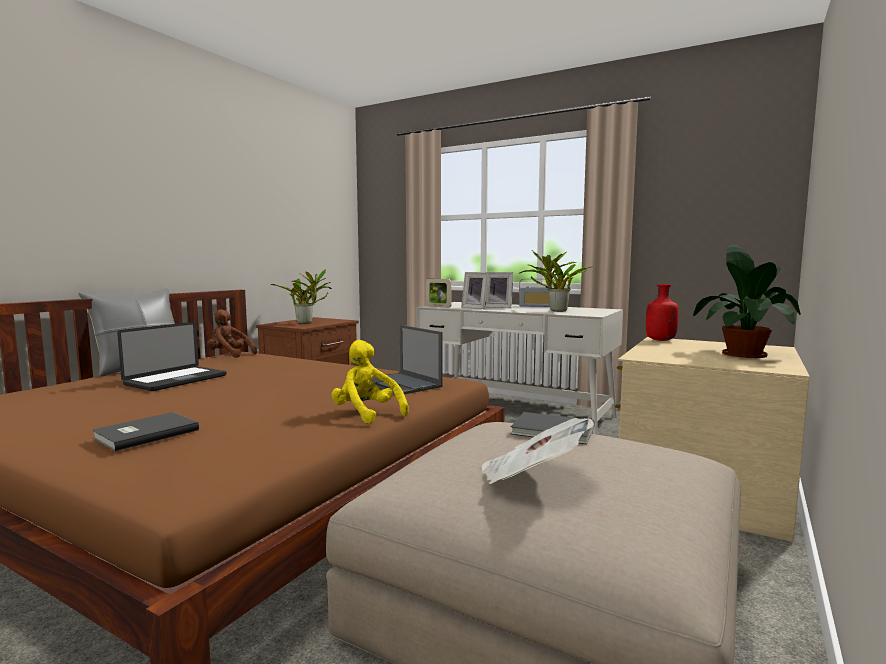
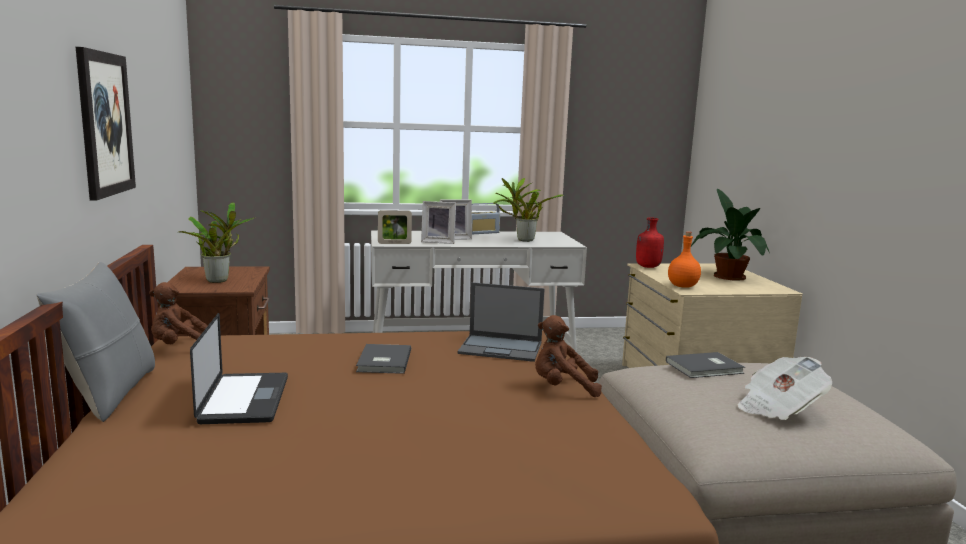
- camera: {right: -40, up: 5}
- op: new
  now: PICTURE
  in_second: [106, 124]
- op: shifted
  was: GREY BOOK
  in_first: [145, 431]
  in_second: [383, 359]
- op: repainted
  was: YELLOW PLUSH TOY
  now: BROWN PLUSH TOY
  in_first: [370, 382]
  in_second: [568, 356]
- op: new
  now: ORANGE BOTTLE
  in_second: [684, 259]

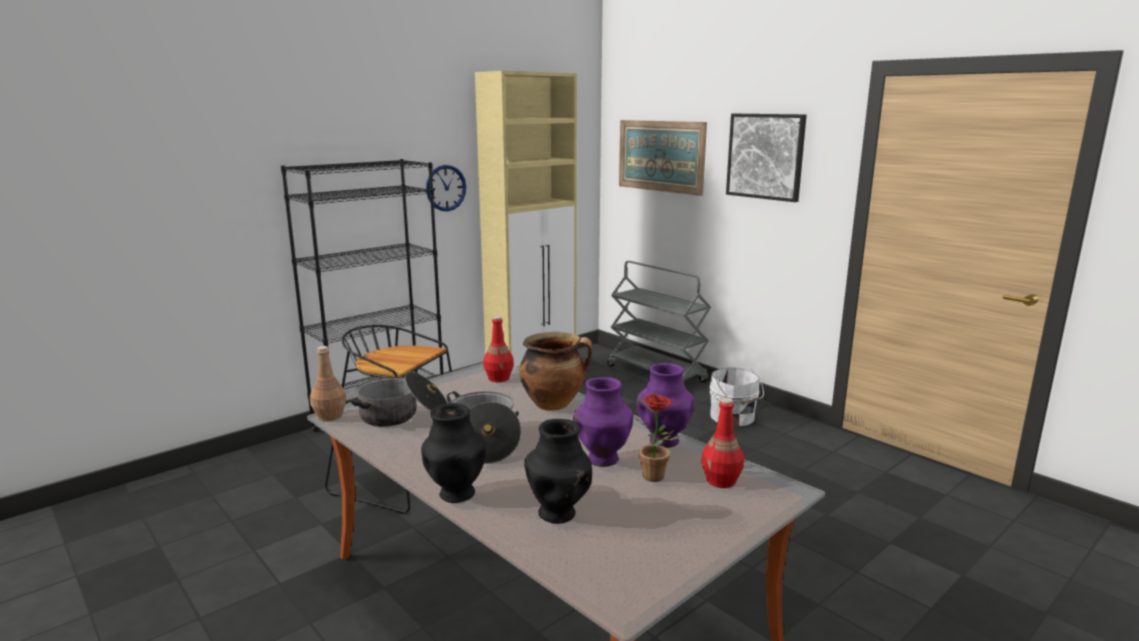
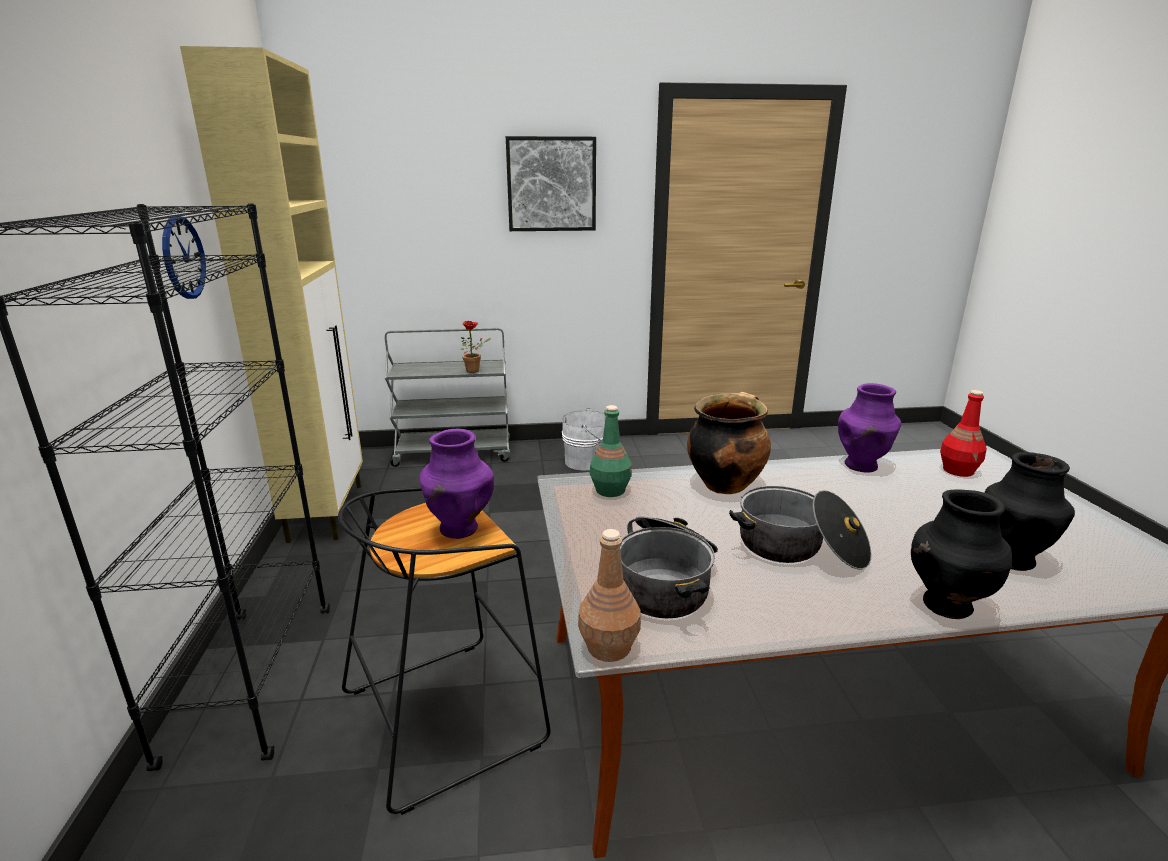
- camera: {right: -55, up: 5}
- op: shifted
  was: PURPLE VASE
  in_first: [603, 422]
  in_second: [457, 484]
- op: shifted
  was: POTTED PLANT
  in_first: [657, 438]
  in_second: [476, 347]
- op: repainted
  was: RED BOTTLE
  now: GREEN BOTTLE
  in_first: [498, 349]
  in_second: [611, 451]
- op: gone
  was: PICTURE
  in_first: [663, 158]

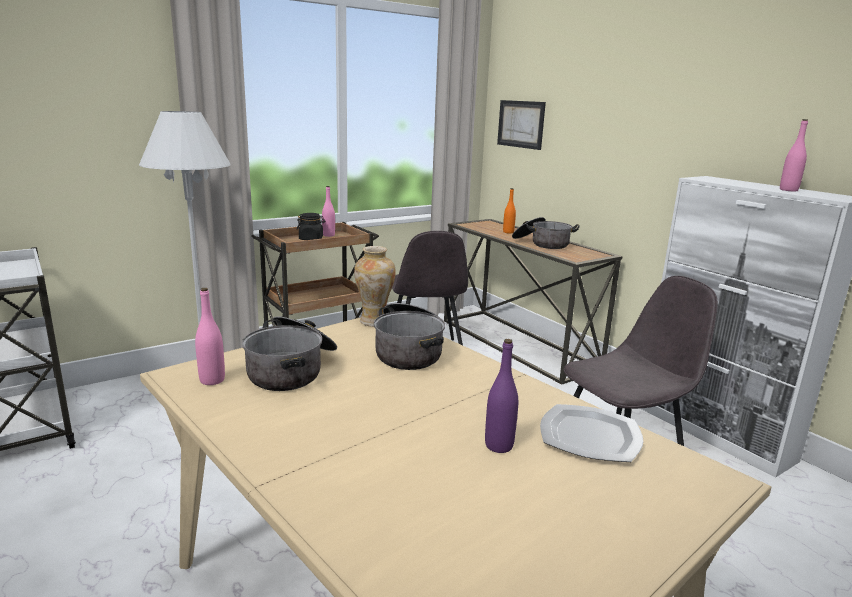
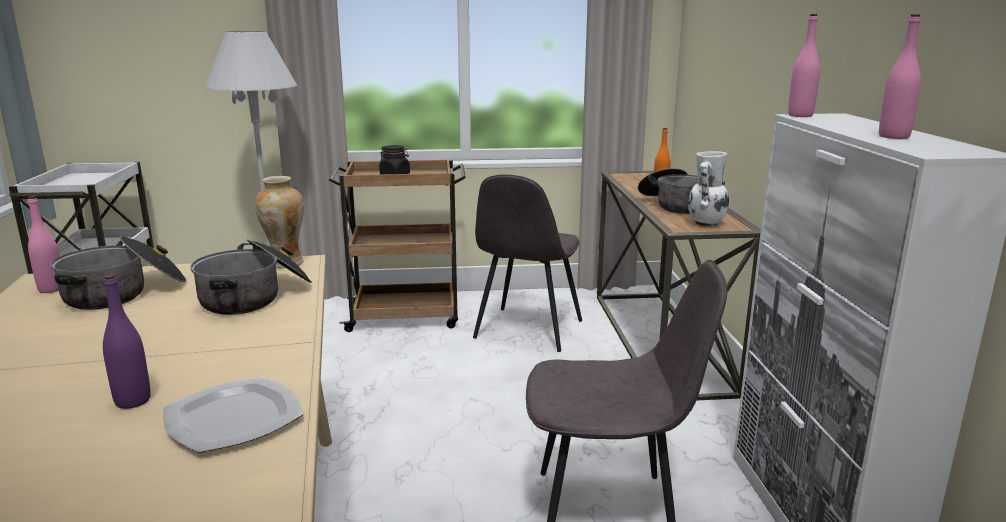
- camera: {right: 30, up: 0}
- op: new
  now: WHITE VASE
  in_second: [708, 189]
- op: shifted
  was: PINK BOTTLE
  in_first: [328, 211]
  in_second: [804, 65]
- op: gone
  was: PICTURE
  in_first: [521, 125]

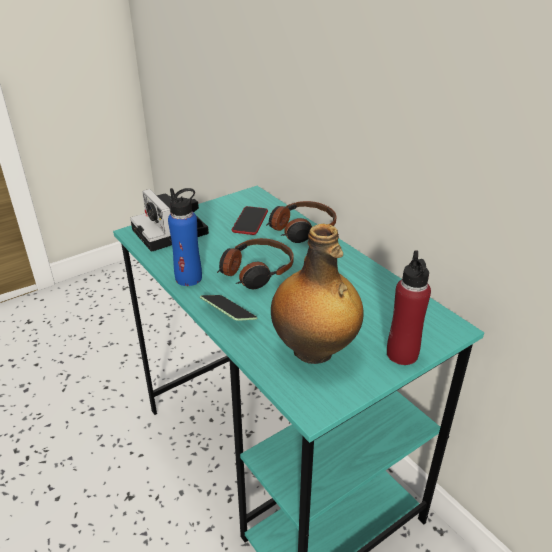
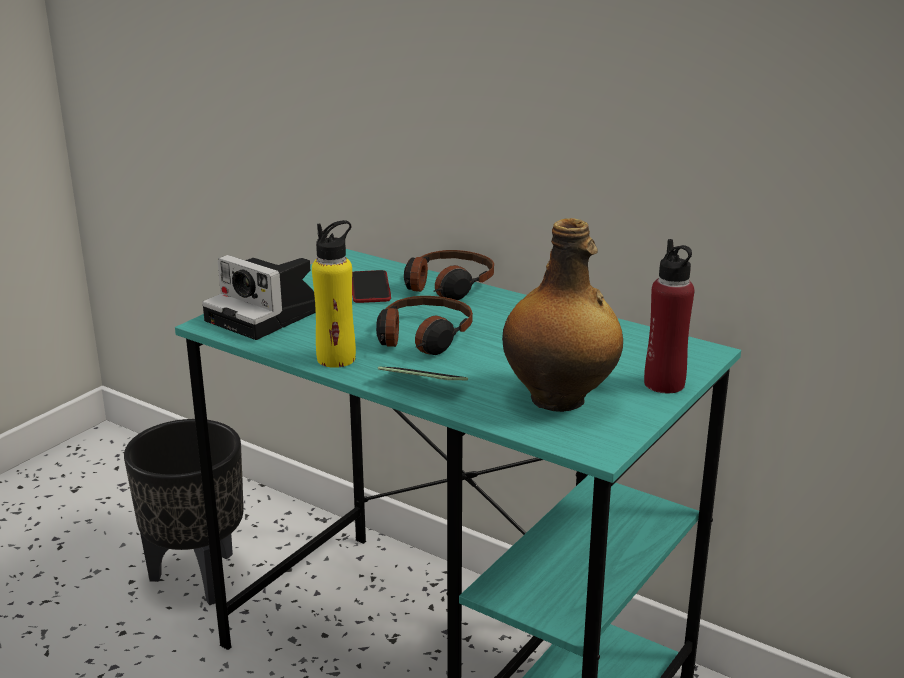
- camera: {right: -20, up: -10}
- op: new
  now: BLACK PLANTER
  in_second: [184, 512]
- op: repainted
  was: BLUE BOTTLE
  now: YELLOW BOTTLE
  in_first: [185, 237]
  in_second: [334, 294]

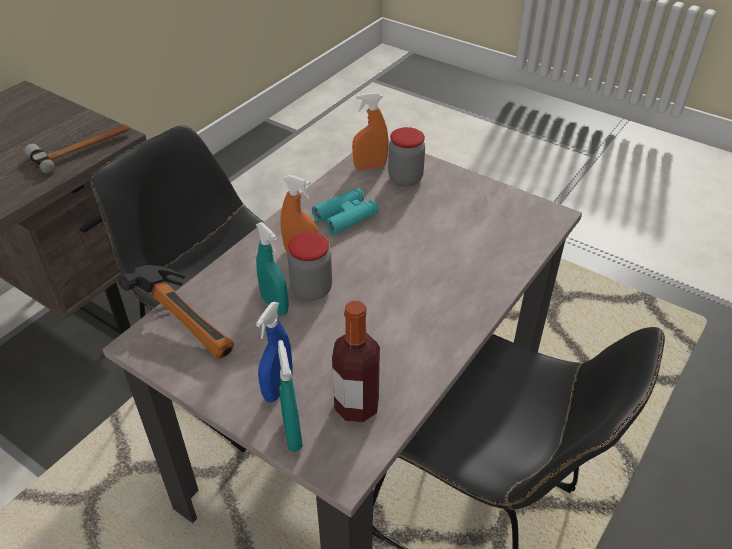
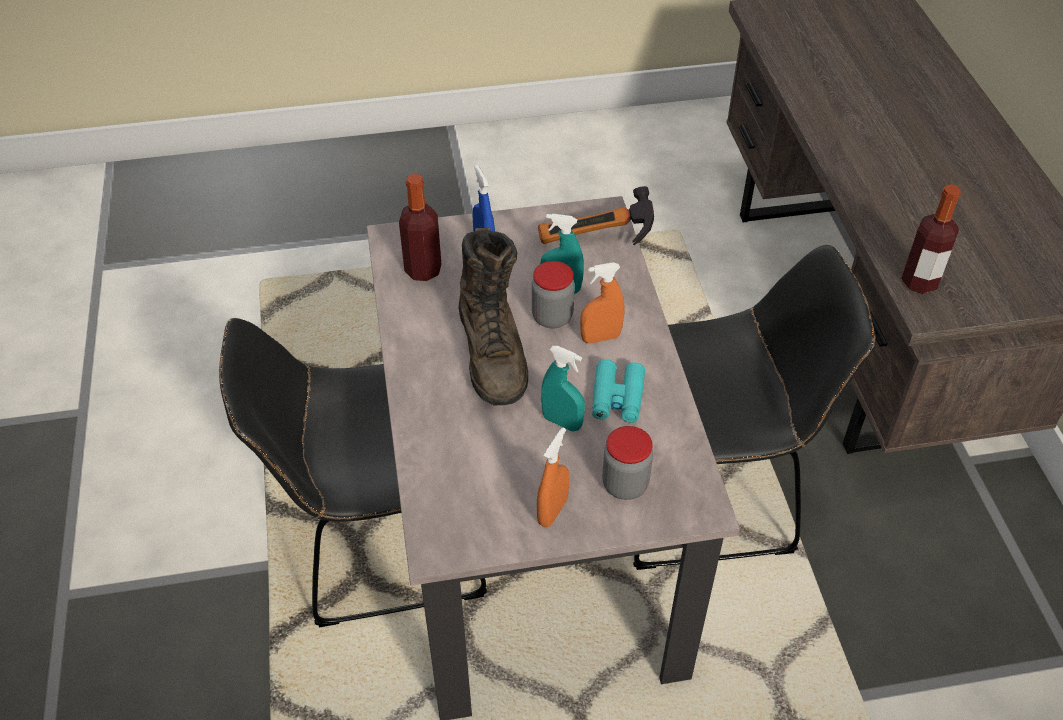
- camera: {right: 135, up: 5}
- op: new
  now: BROWN BOOT
  in_second: [493, 316]
- op: shifted
  was: ORANGE SPRAY BOTTLE
  in_first: [370, 131]
  in_second: [553, 477]
- op: shifted
  was: TURQUOISE SPRAY BOTTLE
  in_first: [290, 396]
  in_second: [563, 389]
- op: swapped
  was: HAMMER
  now: BOTTLE
  in_first: [78, 149]
  in_second: [931, 239]

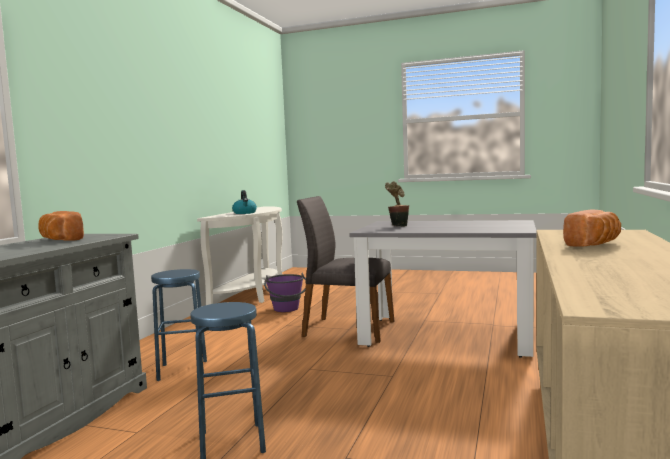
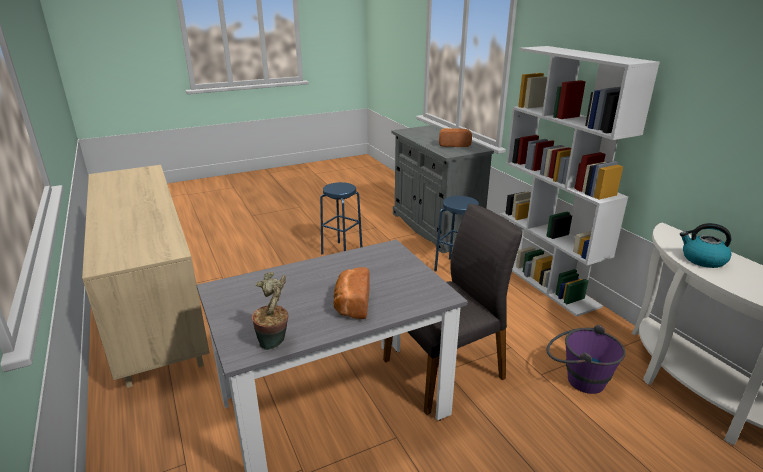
- camera: {right: 135, up: 20}
- op: shifted
  was: POTTED PLANT
  in_first: [397, 204]
  in_second: [270, 311]
- op: shifted
  was: BREAD
  in_first: [592, 228]
  in_second: [351, 293]
- op: new
  now: WHITE BOOKCASE
  in_second: [580, 181]

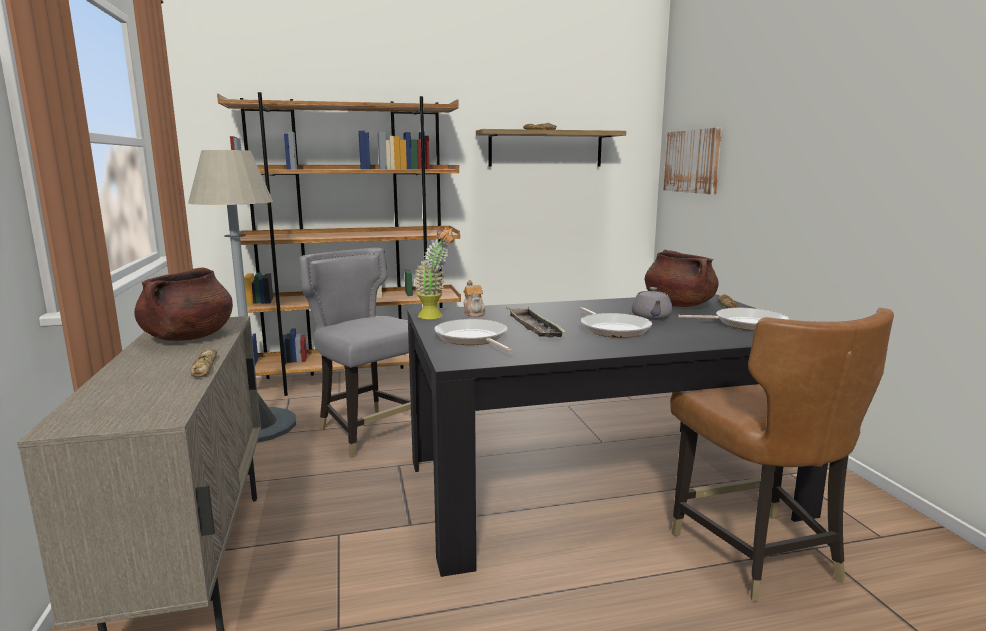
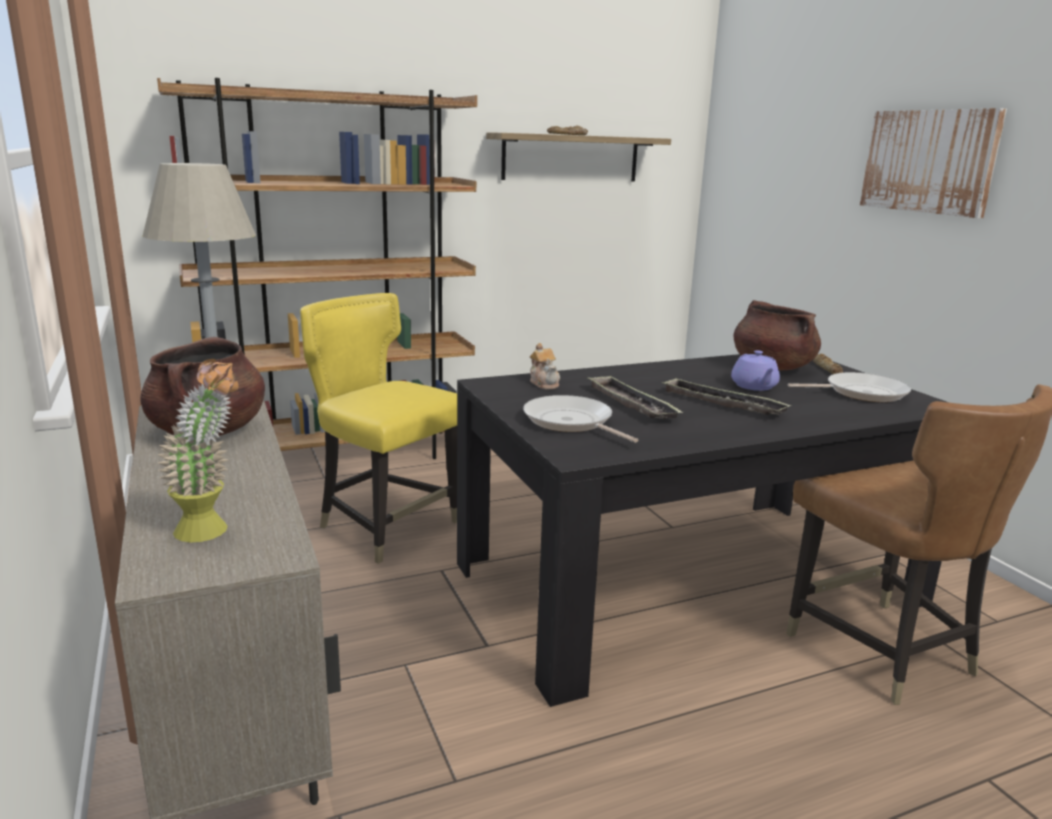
- camera: {right: -10, up: 5}
- op: shifted
  was: POTTED PLANT
  in_first: [434, 273]
  in_second: [197, 450]
- op: repainted
  was: GREY CHAIR
  now: YELLOW CHAIR
  in_first: [355, 353]
  in_second: [378, 428]
- op: swapped
  was: FRYING PAN
  now: TRAY
  in_first: [616, 322]
  in_second: [726, 396]
- op: repainted
  was: GREY TEAPOT
  now: PURPLE TEAPOT
  in_first: [652, 304]
  in_second: [755, 370]
- op: shifted
  was: PICTURE
  in_first: [692, 161]
  in_second: [933, 163]
- op: gone
  was: BREAD
  in_first: [203, 362]

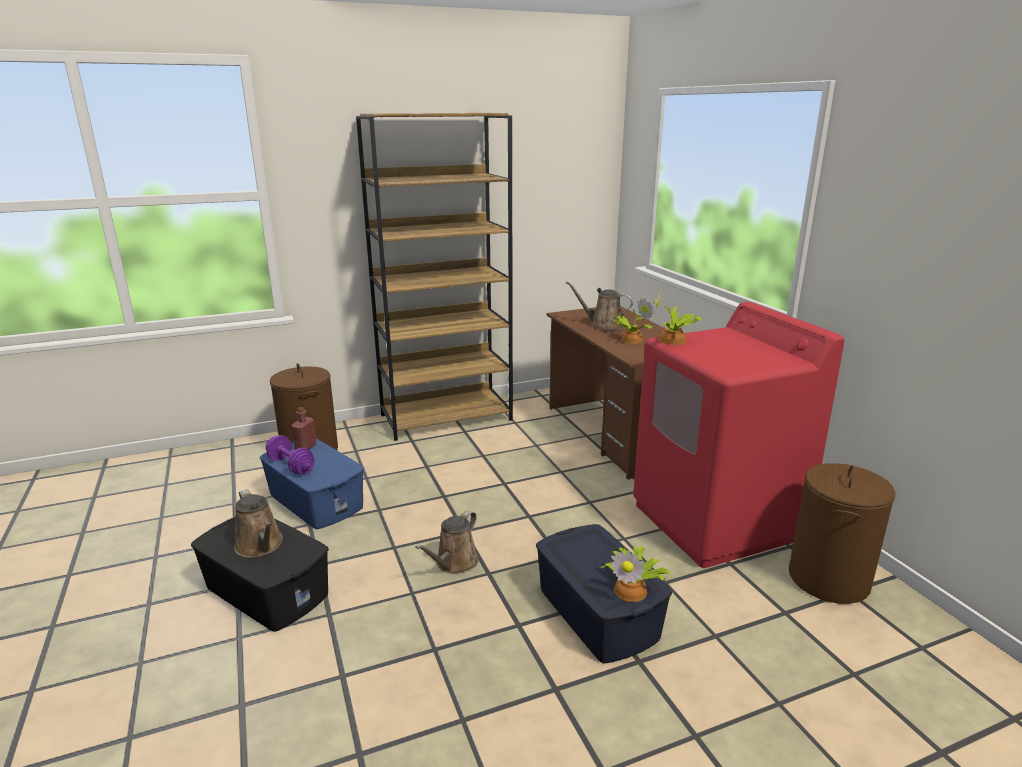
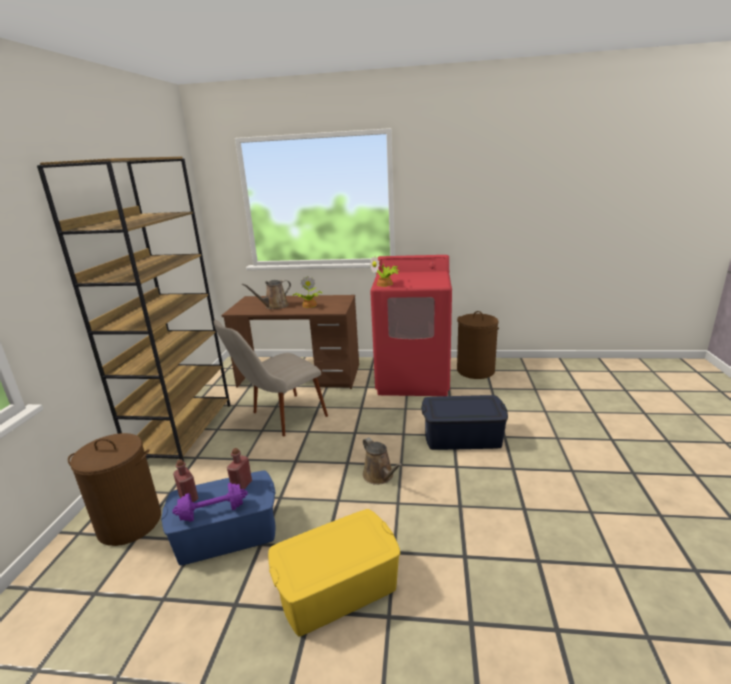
- camera: {right: -60, up: 0}
- op: new
  now: BEIGE CHAIR
  in_second: [271, 378]
- op: new
  now: RED BOTTLE
  in_second: [239, 468]
- op: repainted
  was: BLACK STORAGE BOX
  now: YELLOW STORAGE BOX
  in_first: [260, 574]
  in_second: [334, 572]
- op: gone
  was: BROWN WATERING CAN
  in_first: [258, 523]
- op: gone
  was: POTTED PLANT
  in_first: [636, 574]

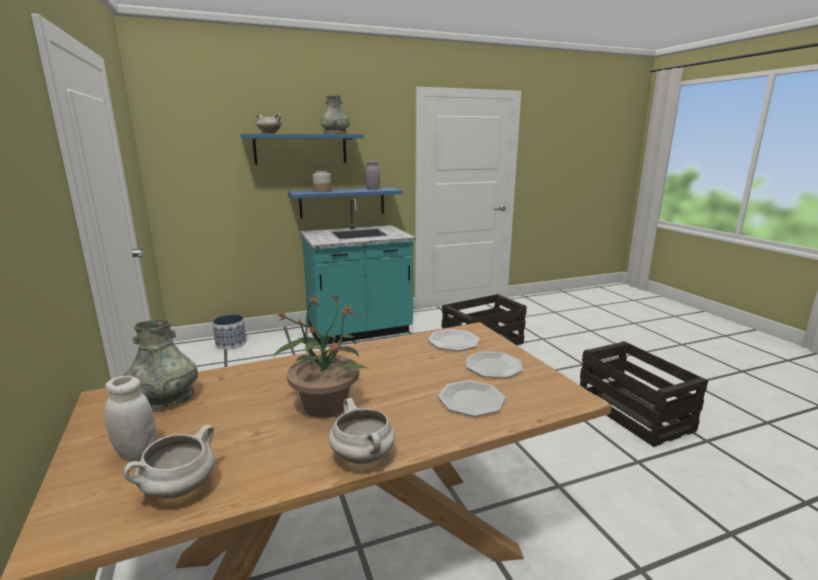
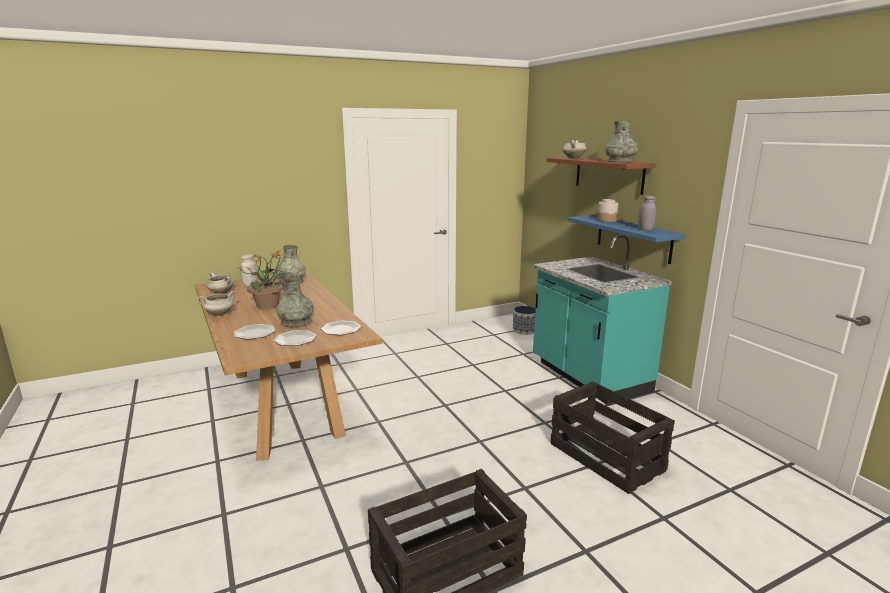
- camera: {right: 85, up: 0}
- op: new
  now: GREY VASE
  in_second: [295, 302]
- op: repainted
  was: BLUE SHELF
  now: BROWN SHELF
  in_first: [302, 149]
  in_second: [601, 176]

